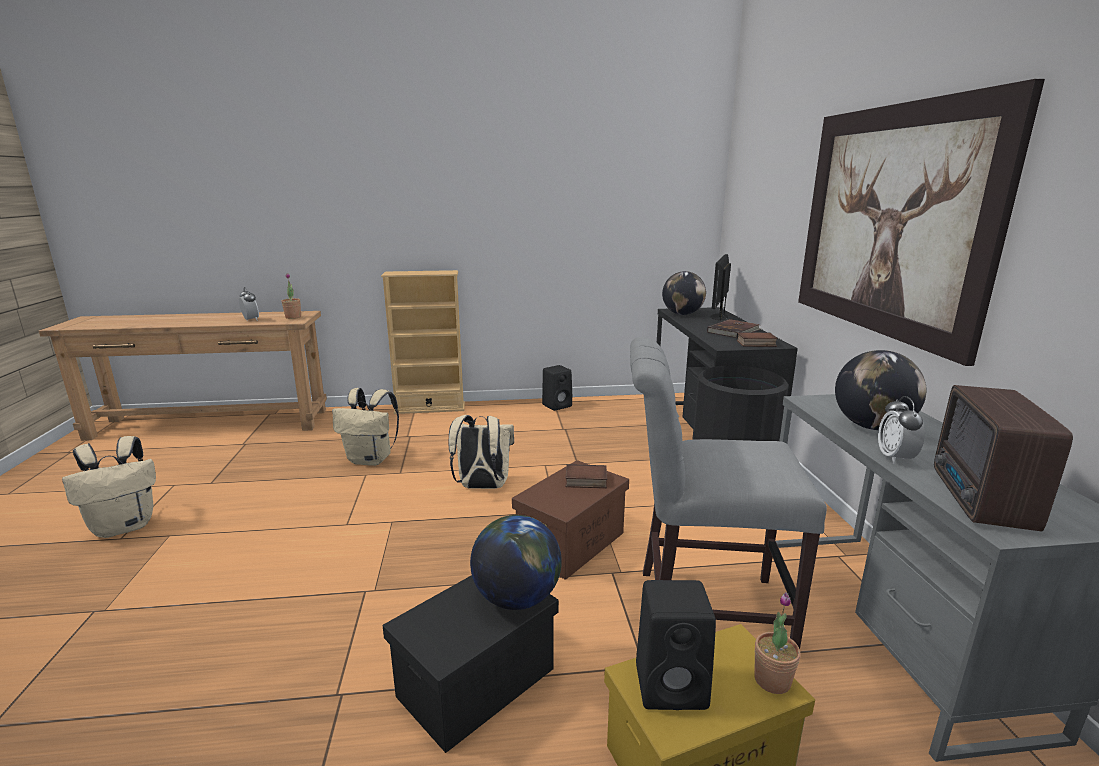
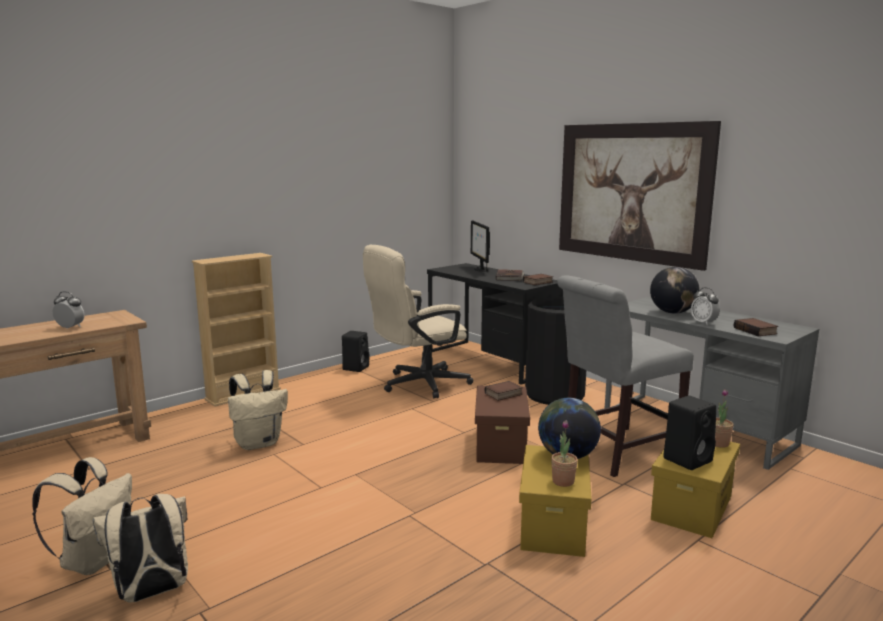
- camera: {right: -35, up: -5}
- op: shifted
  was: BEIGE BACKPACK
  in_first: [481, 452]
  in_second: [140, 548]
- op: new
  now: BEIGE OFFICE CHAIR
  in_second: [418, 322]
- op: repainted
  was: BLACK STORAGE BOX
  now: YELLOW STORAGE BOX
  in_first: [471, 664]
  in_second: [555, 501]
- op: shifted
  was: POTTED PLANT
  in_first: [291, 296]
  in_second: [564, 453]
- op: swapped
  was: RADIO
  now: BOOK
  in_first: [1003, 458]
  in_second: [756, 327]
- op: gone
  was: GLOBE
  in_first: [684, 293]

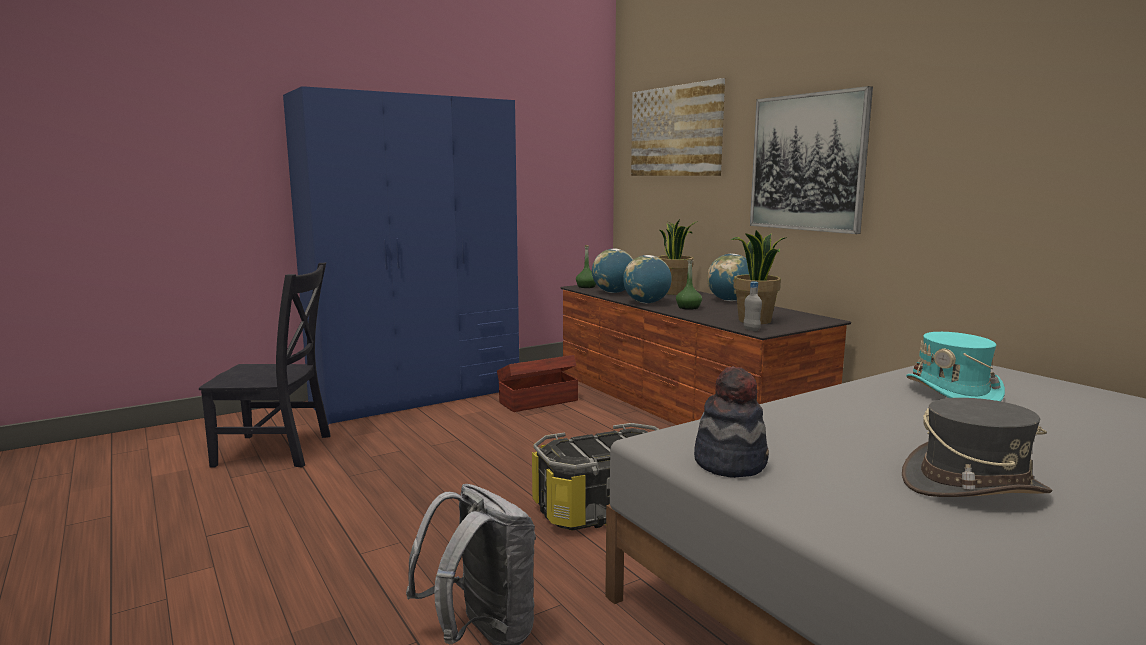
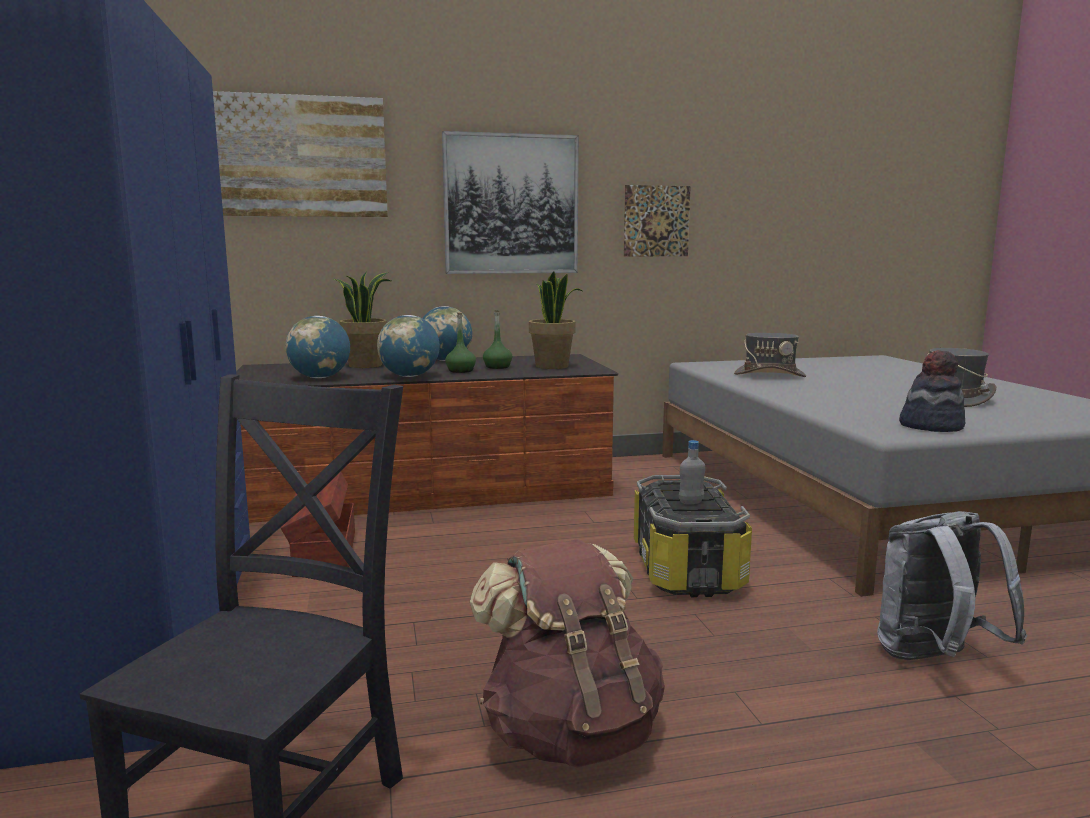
- camera: {right: -70, up: 0}
- op: new
  now: BROWN BACKPACK
  in_second: [567, 653]
- op: shifted
  was: GREEN BOTTLE
  in_first: [586, 266]
  in_second: [497, 339]
- op: new
  now: PICTURE
  in_second: [657, 220]
- op: shifted
  was: GREY BOTTLE
  in_first: [752, 306]
  in_second: [692, 472]
- op: repainted
  was: TURQUOISE HAT
  now: GREY HAT
  in_first: [955, 366]
  in_second: [770, 355]

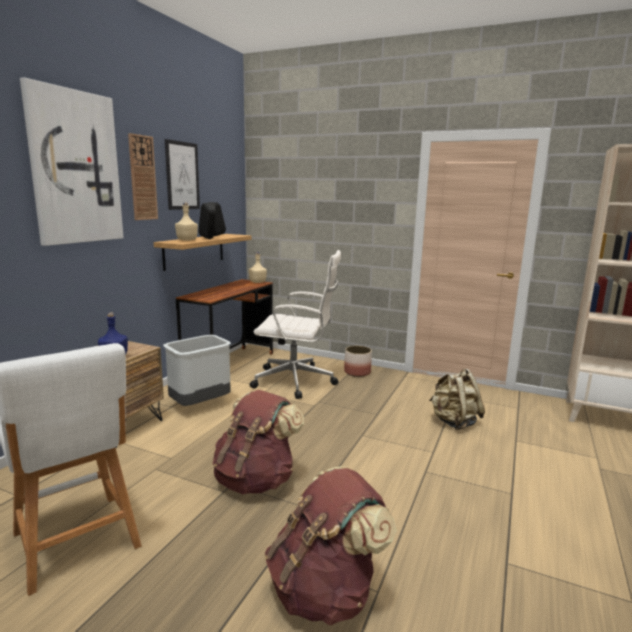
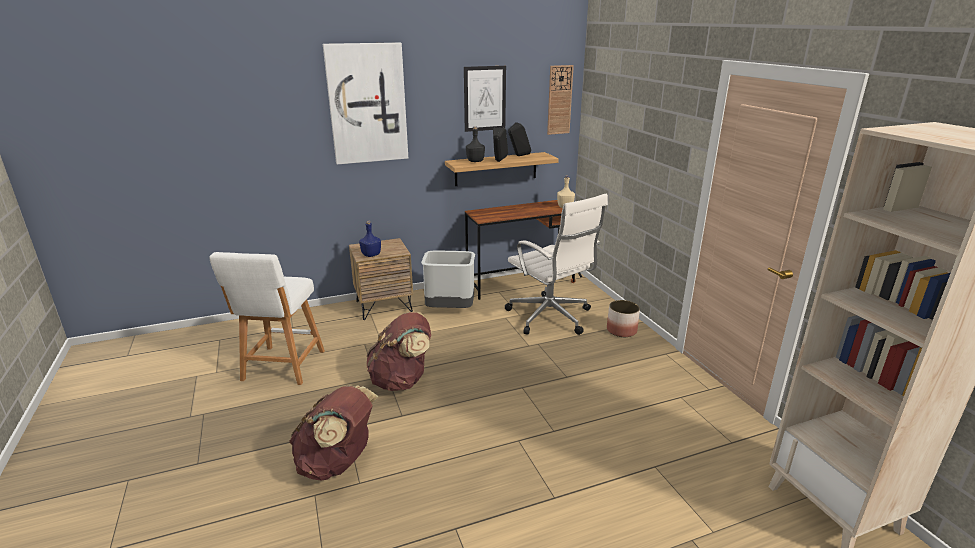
- camera: {right: 45, up: 10}
- op: repainted
  was: BEIGE BOTTLE
  now: BLACK BOTTLE
  in_first: [186, 221]
  in_second: [475, 144]
- op: shifted
  was: WALL CLOCK
  in_first: [143, 176]
  in_second: [560, 100]
- op: gone
  was: BEIGE BACKPACK
  in_first: [457, 399]

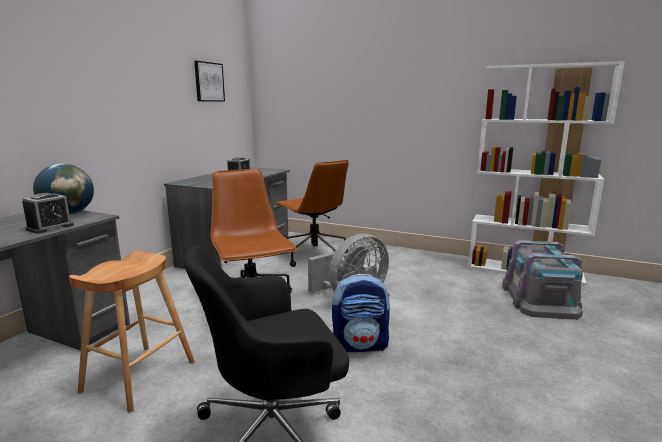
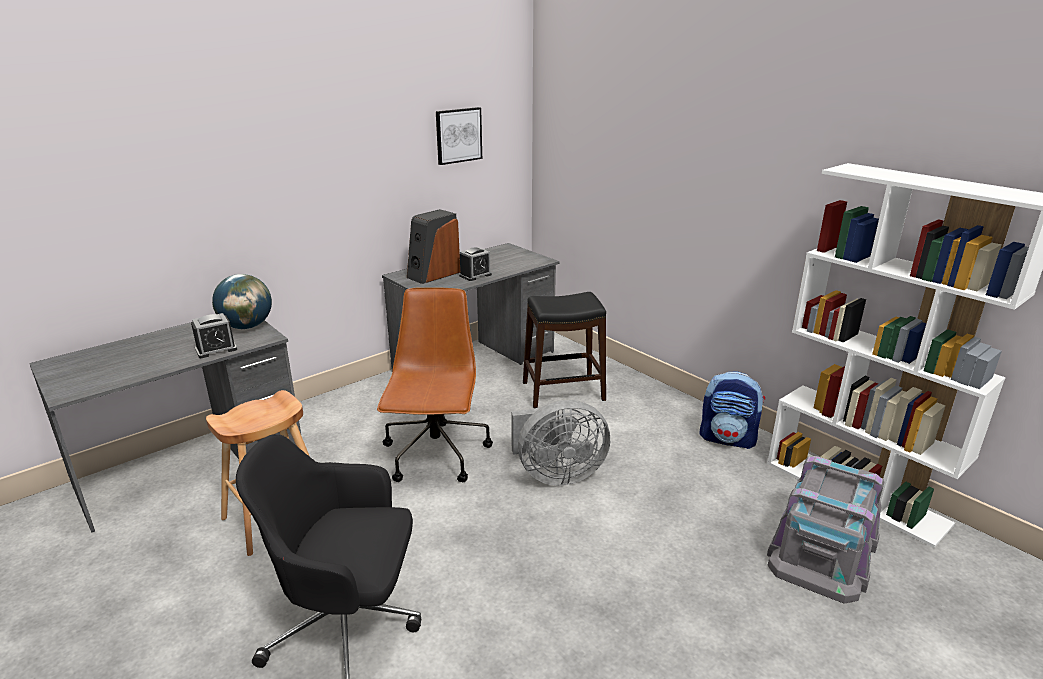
- camera: {right: 25, up: 10}
- op: new
  now: SPEAKER
  in_second: [433, 246]
- op: swapped
  was: BROWN OFFICE CHAIR
  now: BLACK STOOL
  in_first: [311, 213]
  in_second: [564, 350]
- op: shifted
  was: BACKPACK
  in_first: [361, 312]
  in_second: [732, 410]

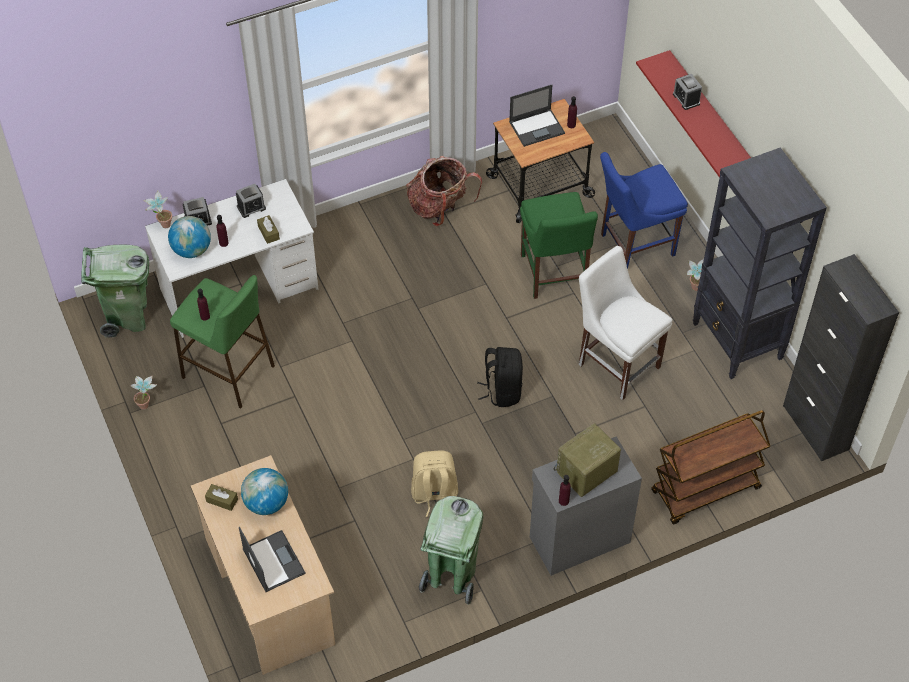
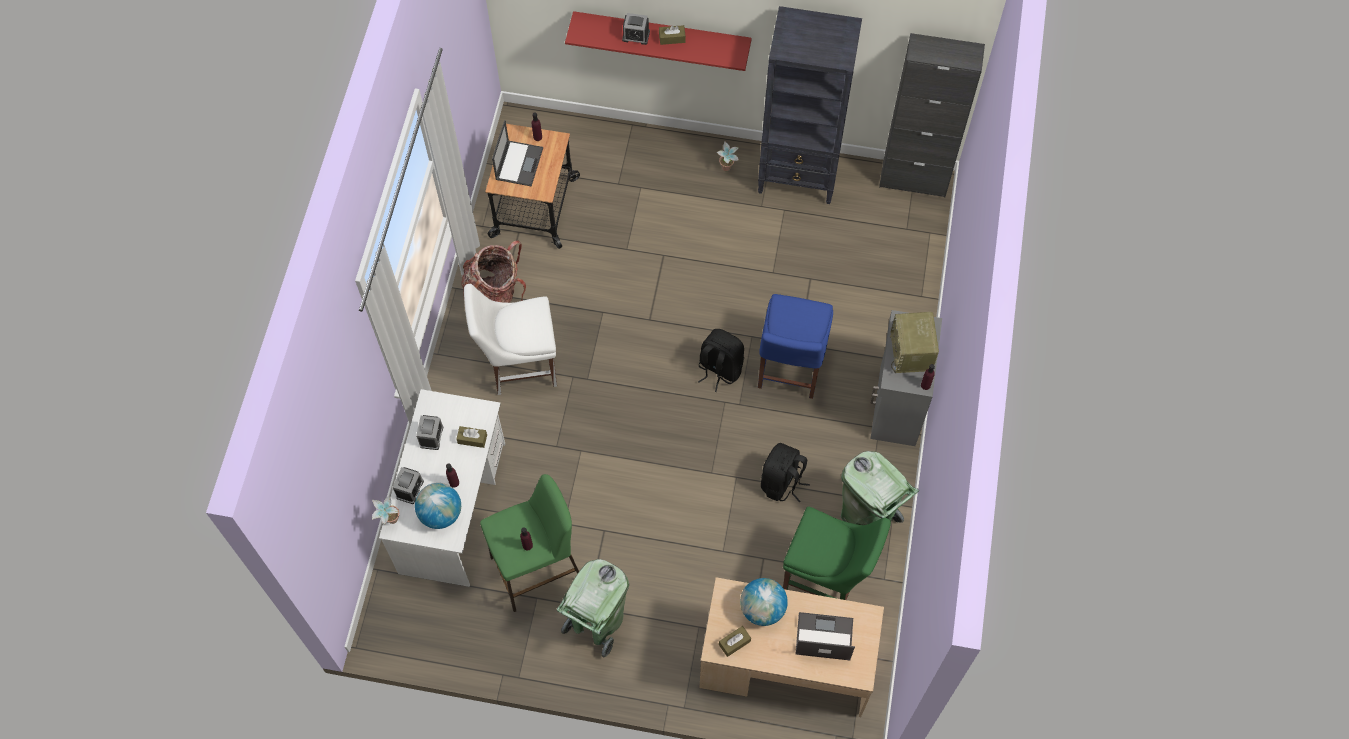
- camera: {right: -55, up: 10}
- op: shifted
  was: WHITE CHAIR
  in_first: [626, 323]
  in_second: [510, 339]
- op: shifted
  was: GREEN TRASH CAN
  in_first: [115, 291]
  in_second: [592, 608]
- op: new
  now: BROWN TISSUE BOX
  in_second: [672, 35]
- op: shifted
  was: BLUE CHAIR
  in_first: [644, 210]
  in_second: [795, 346]
- op: repainted
  was: BEIGE BACKPACK
  now: BLACK BACKPACK
  in_first: [434, 483]
  in_second: [785, 473]
- op: shifted
  was: GREEN CHAIR
  in_first: [559, 245]
  in_second: [837, 553]
- op: gone
  was: POTTED PLANT
  in_first: [144, 393]
- op: gone
  was: BROWN CART
  in_first: [710, 467]

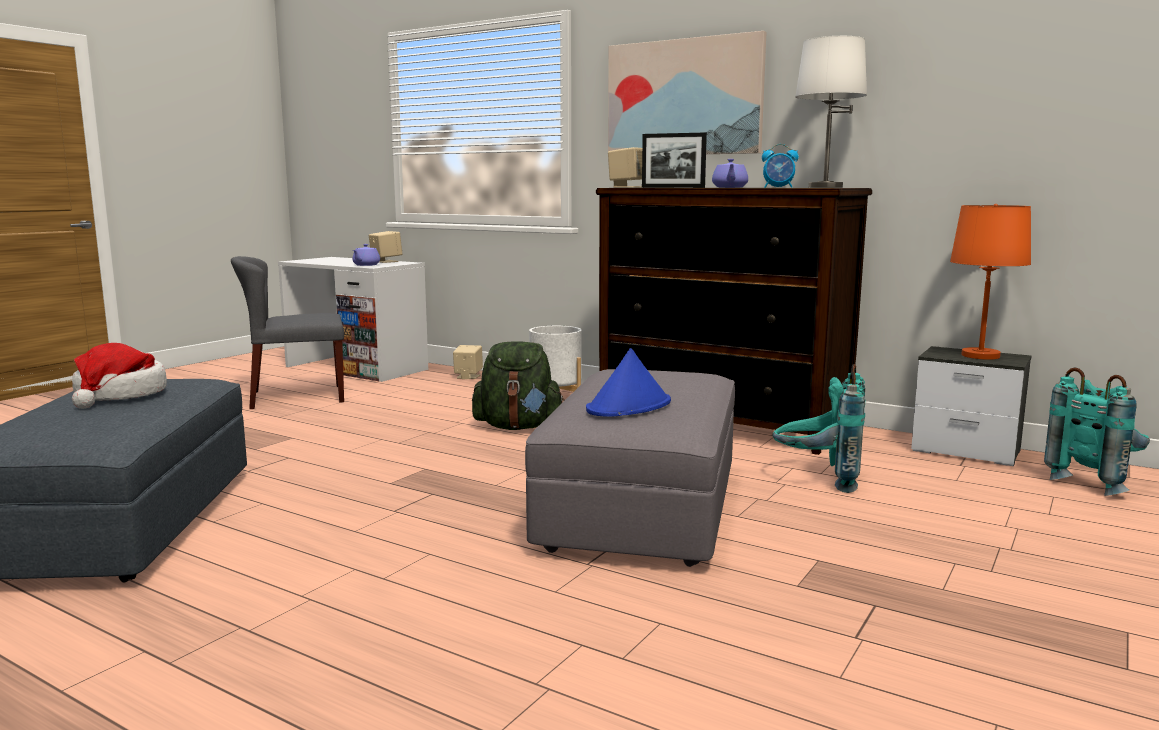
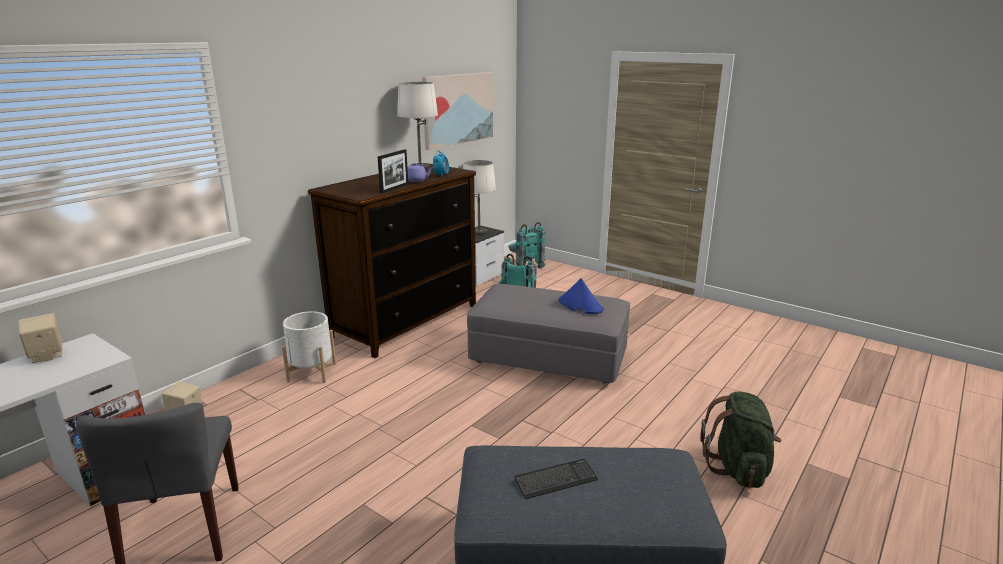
- camera: {right: -85, up: 10}
- op: shifted
  was: PICTURE
  in_first: [687, 92]
  in_second: [457, 111]
- op: repainted
  was: ORANGE TABLE LAMP
  now: WHITE TABLE LAMP
  in_first: [990, 282]
  in_second: [479, 197]
- op: swapped
  was: HAT
  now: KEYBOARD
  in_first: [119, 376]
  in_second: [556, 479]
- op: shifted
  was: GREEN BACKPACK
  in_first: [518, 385]
  in_second: [740, 439]
- op: gone
  was: PURPLE TEAPOT
  in_first: [366, 255]
- op: gone
  was: BEIGE SPEAKER
  in_first: [625, 167]

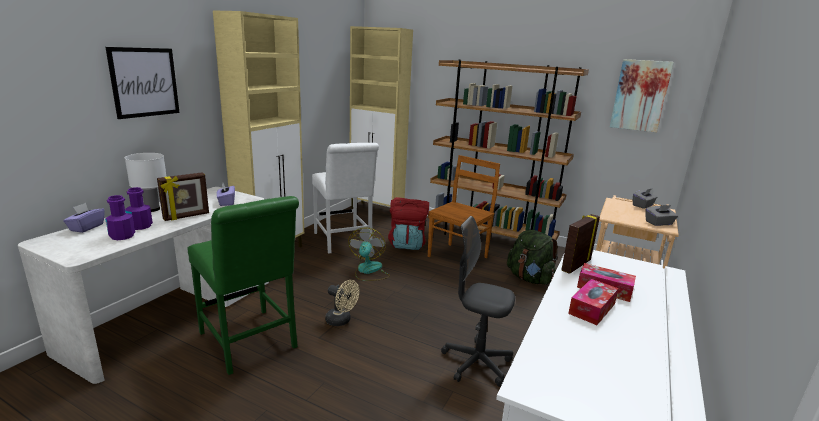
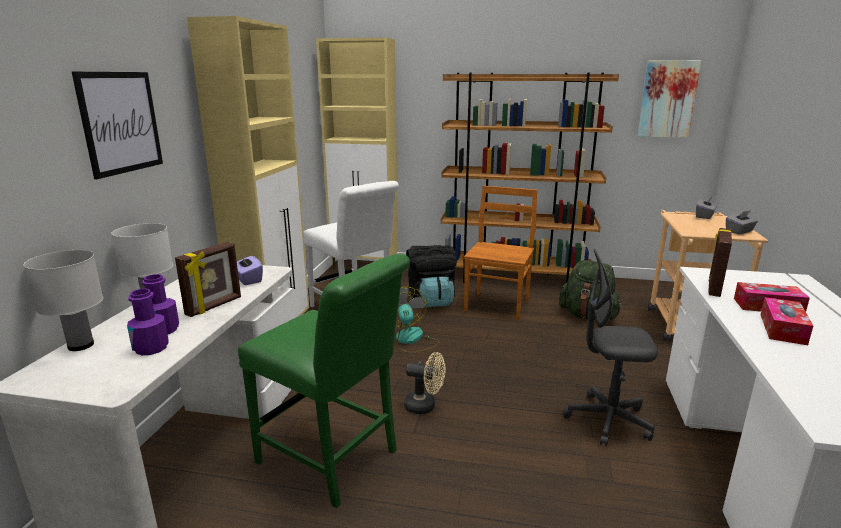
- camera: {right: -15, up: 0}
- op: swapped
  was: PURPLE TISSUE BOX
  now: WHITE TABLE LAMP
  in_first: [84, 218]
  in_second: [63, 300]
- op: repainted
  was: RED BACKPACK
  now: BLACK BACKPACK
  in_first: [408, 223]
  in_second: [431, 276]

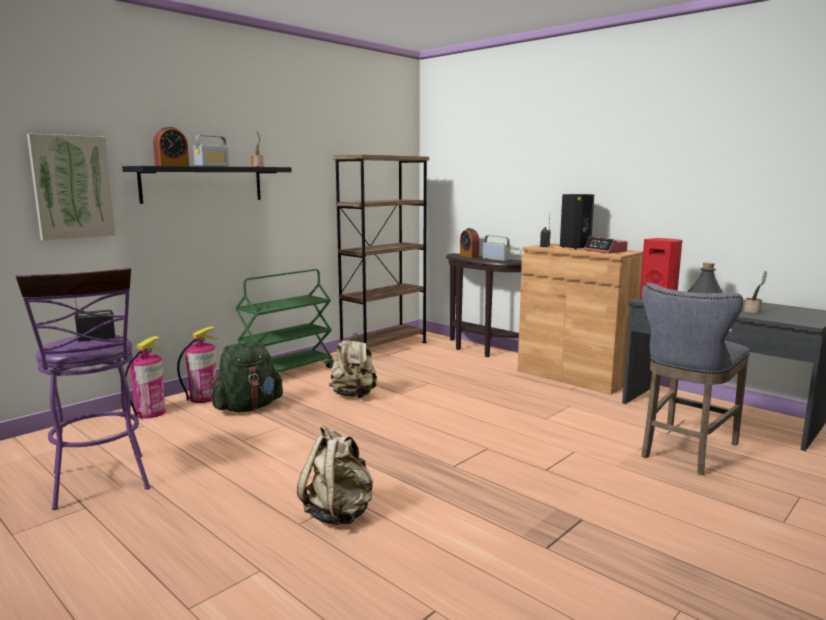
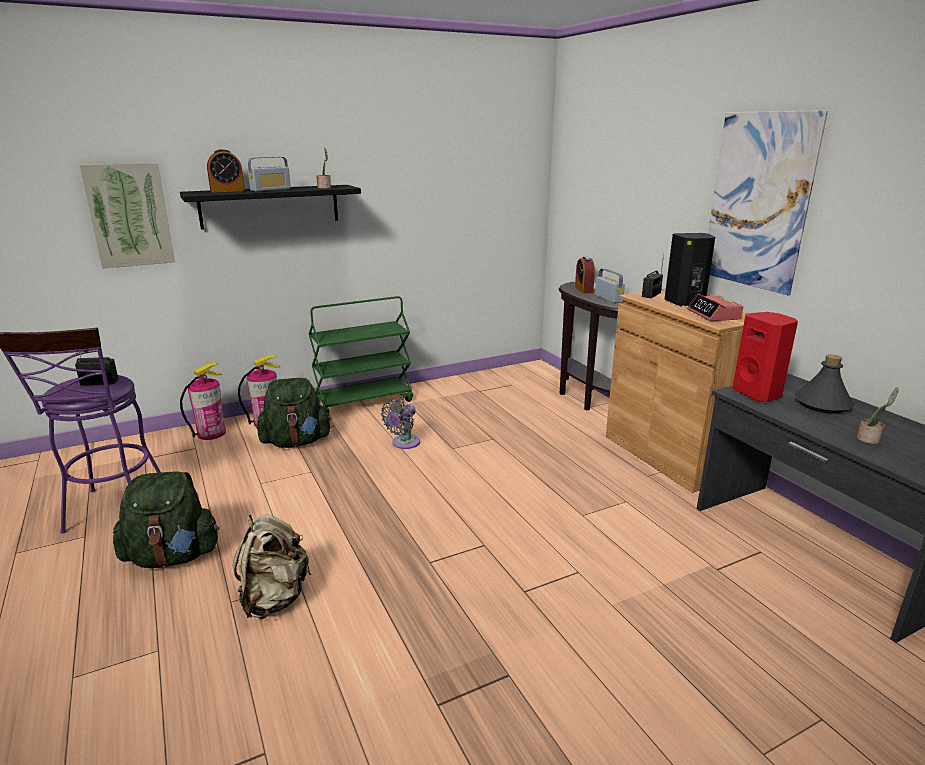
- camera: {right: 20, up: 10}
- op: new
  now: GREEN BACKPACK
  in_second: [166, 520]
- op: swapped
  was: BEIGE BACKPACK
  now: GREY FAN
  in_first: [353, 365]
  in_second: [400, 424]
- op: new
  now: PICTURE
  in_second: [768, 203]
- op: gone
  was: BROWN BOOKCASE
  in_first: [381, 251]
- op: gone
  was: GREY STOOL
  in_first: [695, 379]

